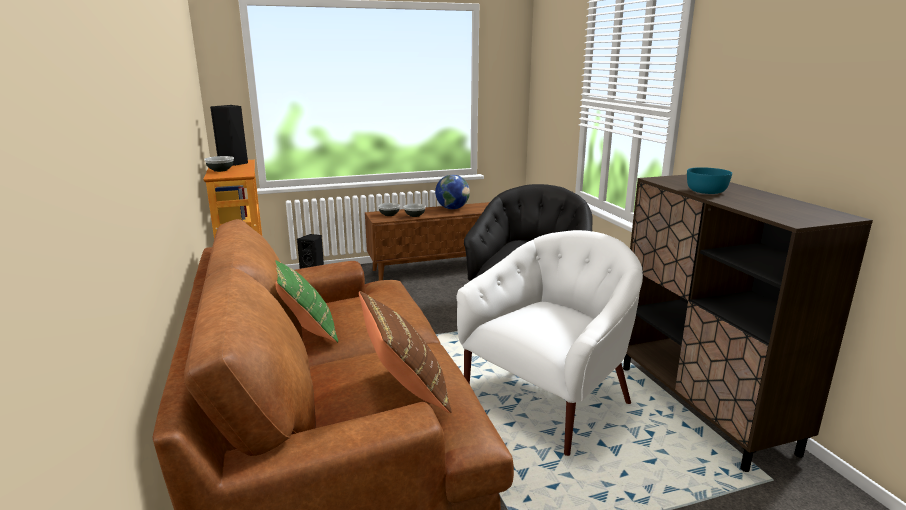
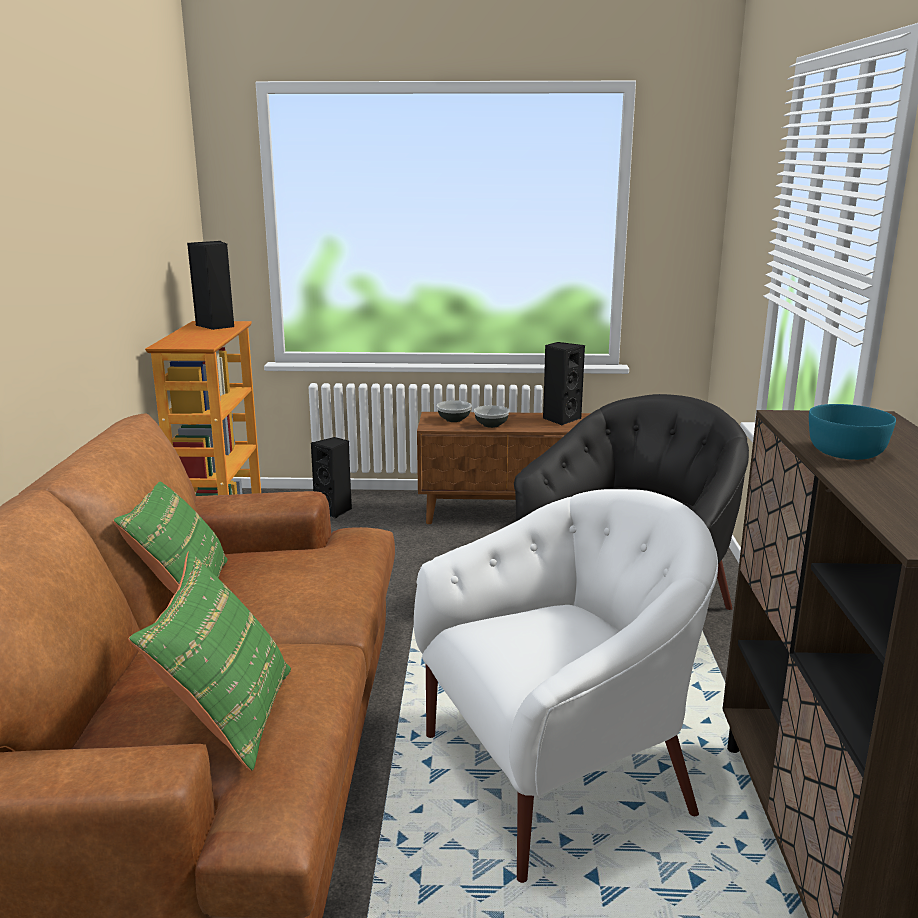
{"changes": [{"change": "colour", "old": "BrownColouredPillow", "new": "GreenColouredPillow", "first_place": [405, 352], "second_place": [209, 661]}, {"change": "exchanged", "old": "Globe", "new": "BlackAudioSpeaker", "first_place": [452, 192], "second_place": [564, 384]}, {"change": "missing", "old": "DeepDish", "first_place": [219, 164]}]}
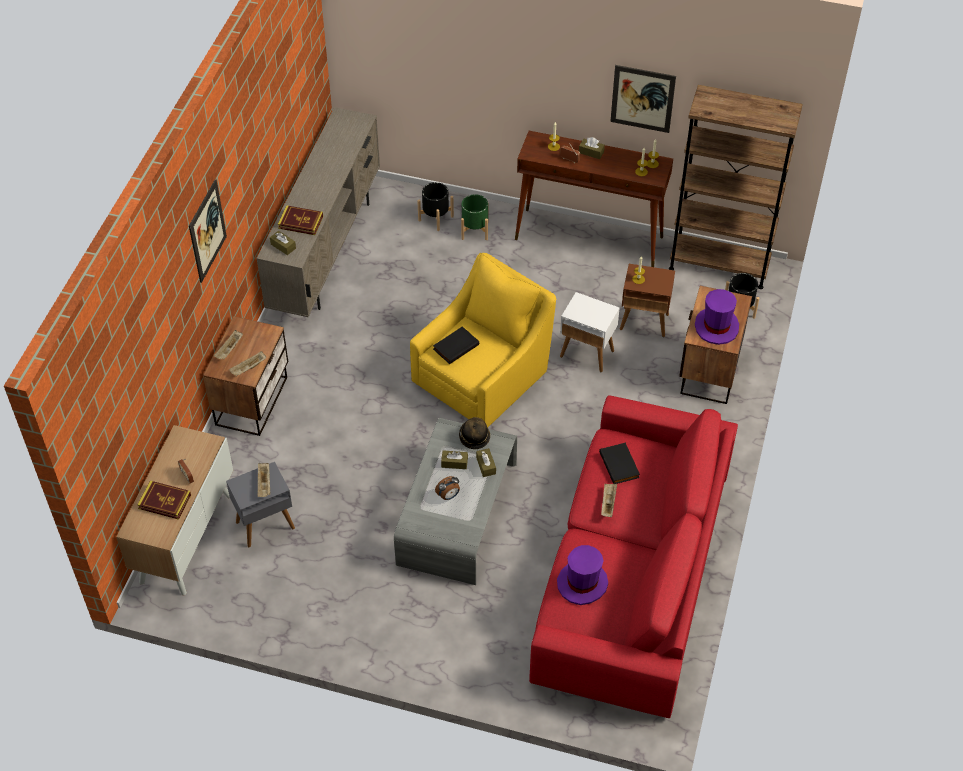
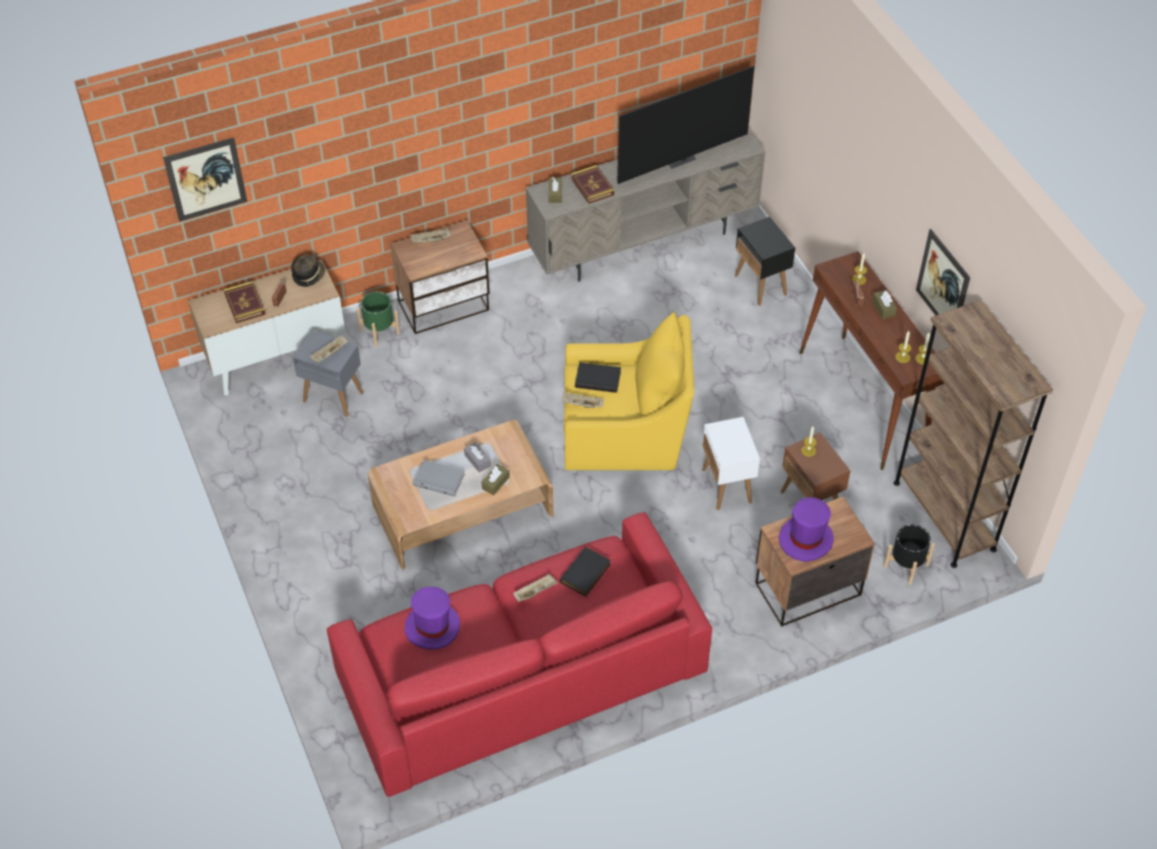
{"changes": [{"change": "relocated", "old": "WallPicture", "first_place": [208, 231], "second_place": [205, 179]}, {"change": "relocated", "old": "WearableHat", "first_place": [474, 433], "second_place": [308, 271]}, {"change": "relocated", "old": "GreenColouredFlowerPot", "first_place": [475, 217], "second_place": [378, 319]}, {"change": "colour", "old": "GreyishLoungeTable", "new": "BrownColouredLoungeTable", "first_place": [455, 501], "second_place": [460, 495]}, {"change": "exchanged", "old": "TableClock", "new": "GreyishBoundBook", "first_place": [447, 488], "second_place": [439, 478]}, {"change": "colour", "old": "BrownColouredTissueHolder", "new": "GreyishTissueHolder", "first_place": [454, 459], "second_place": [477, 457]}, {"change": "relocated", "old": "BeigeColouredServingTray", "first_place": [247, 363], "second_place": [583, 400]}, {"change": "appeared", "new": "Television", "second_place": [686, 125]}, {"change": "exchanged", "old": "BlackFlowerPot", "new": "BlackEndTable", "first_place": [435, 206], "second_place": [765, 261]}]}
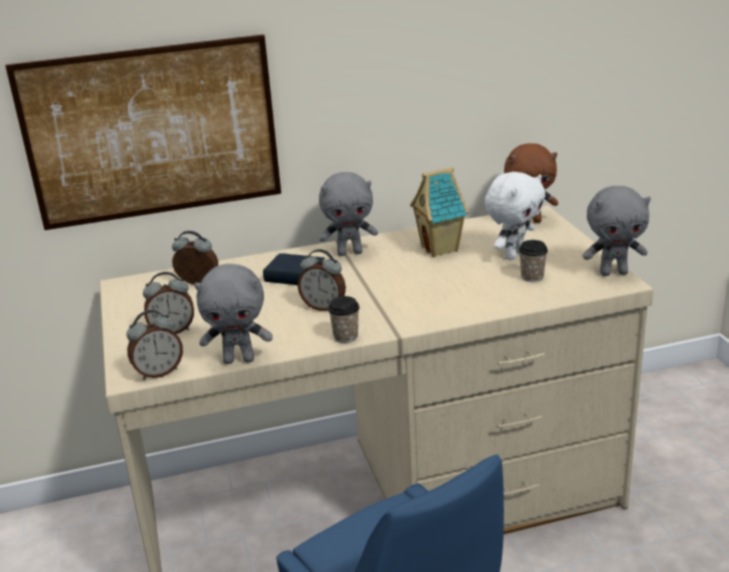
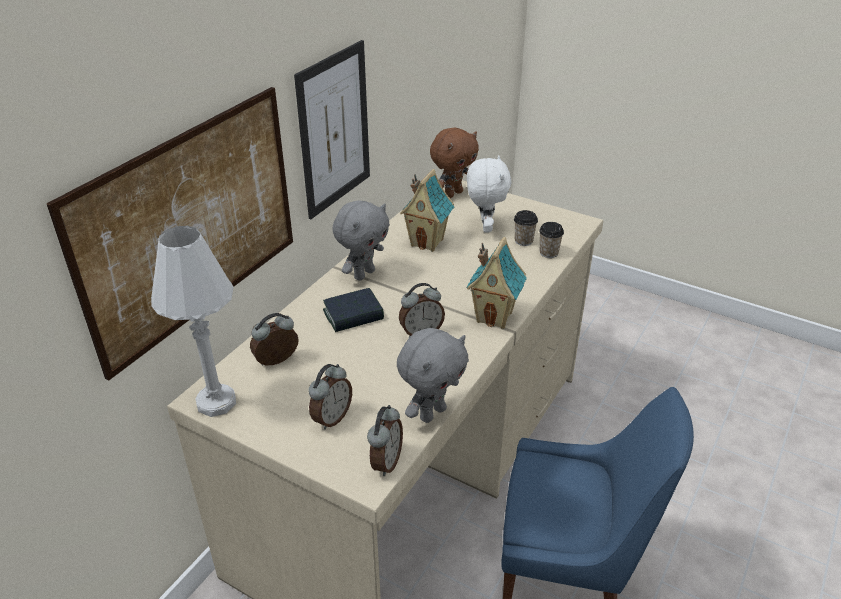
{"changes": [{"change": "appeared", "new": "WhiteColouredTabletopLamp", "second_place": [193, 321]}, {"change": "appeared", "new": "WallPicture", "second_place": [332, 129]}, {"change": "appeared", "new": "MiniatureHouse", "second_place": [496, 283]}, {"change": "relocated", "old": "Cup", "first_place": [344, 319], "second_place": [551, 240]}, {"change": "missing", "old": "GreyishCuddlyToy", "first_place": [616, 231]}]}
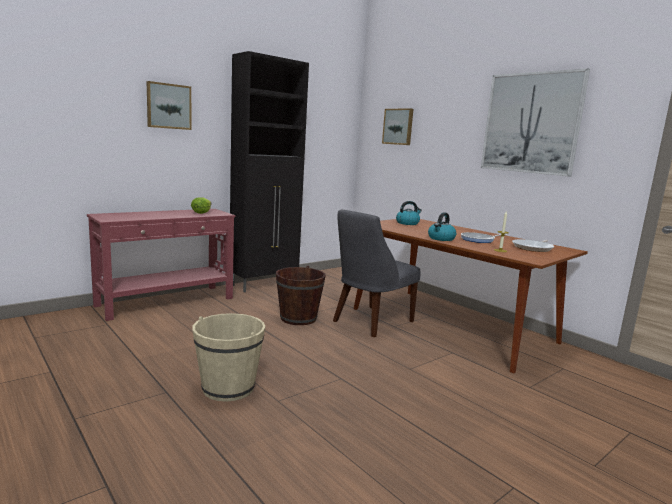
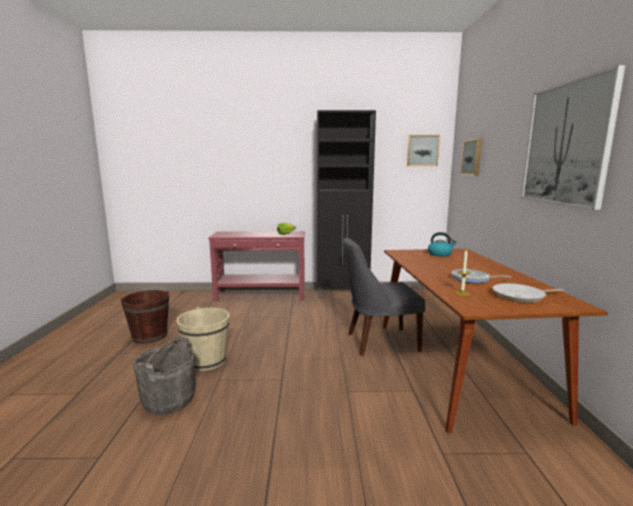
{"changes": [{"change": "relocated", "old": "BrownColouredPail", "first_place": [301, 295], "second_place": [145, 317]}, {"change": "appeared", "new": "GreyishPail", "second_place": [164, 375]}, {"change": "relocated", "old": "WallPicture", "first_place": [169, 105], "second_place": [423, 151]}, {"change": "missing", "old": "TeaKettle", "first_place": [442, 226]}]}
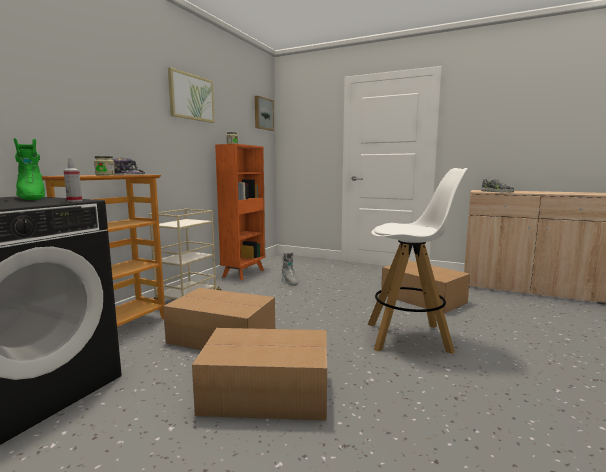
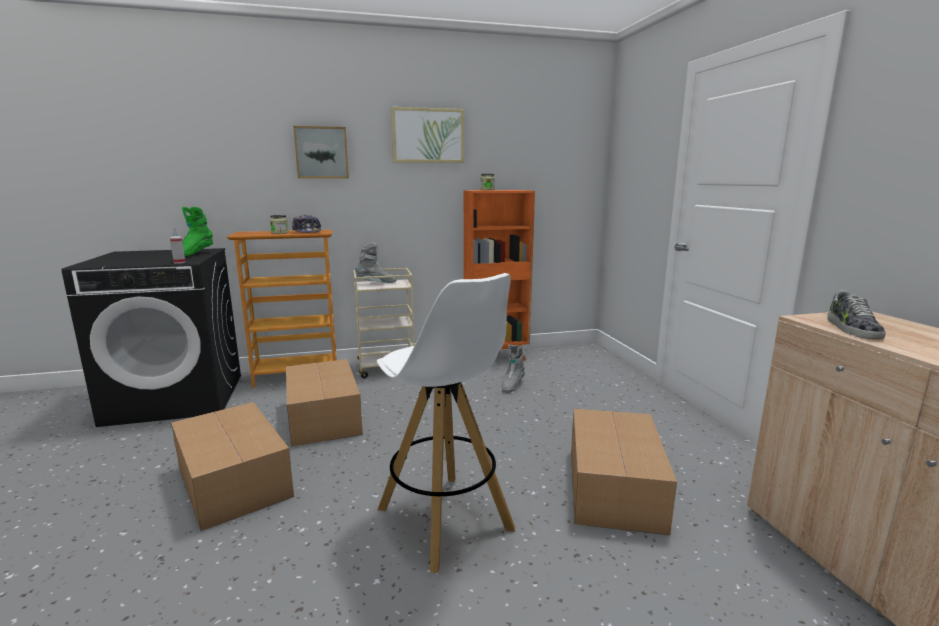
{"changes": [{"change": "relocated", "old": "WallPicture", "first_place": [264, 113], "second_place": [321, 152]}, {"change": "appeared", "new": "GreyishTallBoot", "second_place": [375, 263]}]}
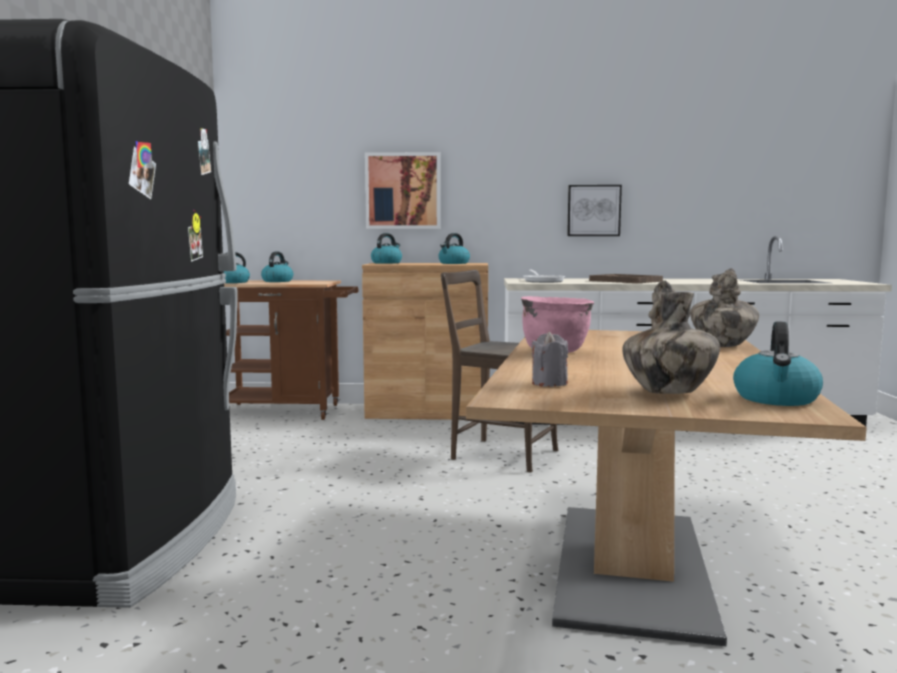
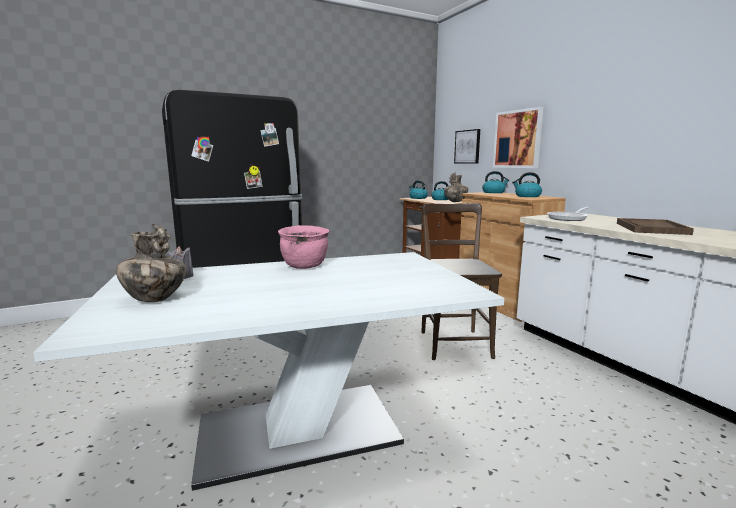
{"changes": [{"change": "colour", "old": "BrownColouredDiningTable", "new": "WhiteColouredDiningTable", "first_place": [666, 488], "second_place": [268, 371]}, {"change": "relocated", "old": "DecorativeVase", "first_place": [724, 307], "second_place": [456, 187]}, {"change": "relocated", "old": "WallPicture", "first_place": [594, 210], "second_place": [467, 146]}, {"change": "missing", "old": "TeaKettle", "first_place": [778, 363]}]}
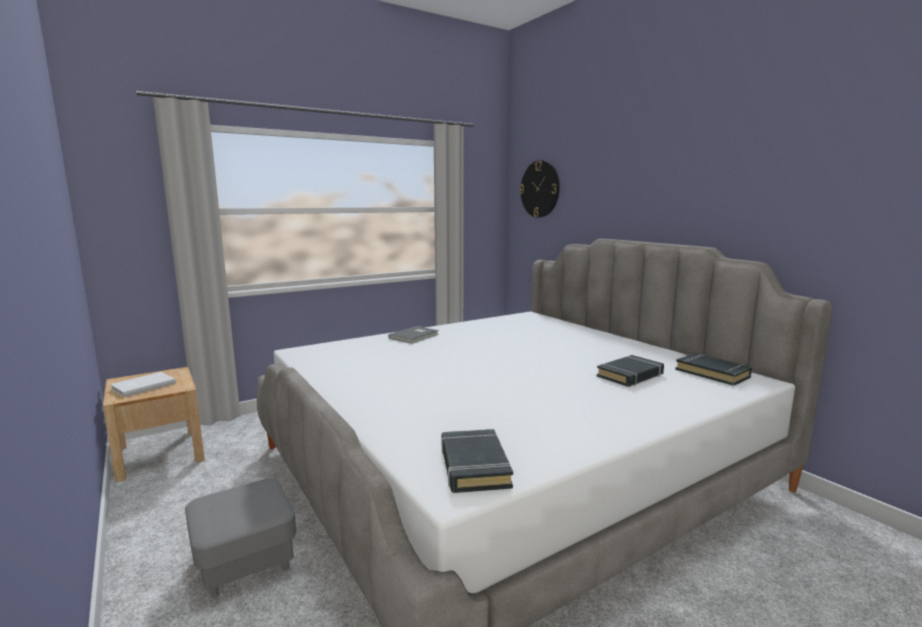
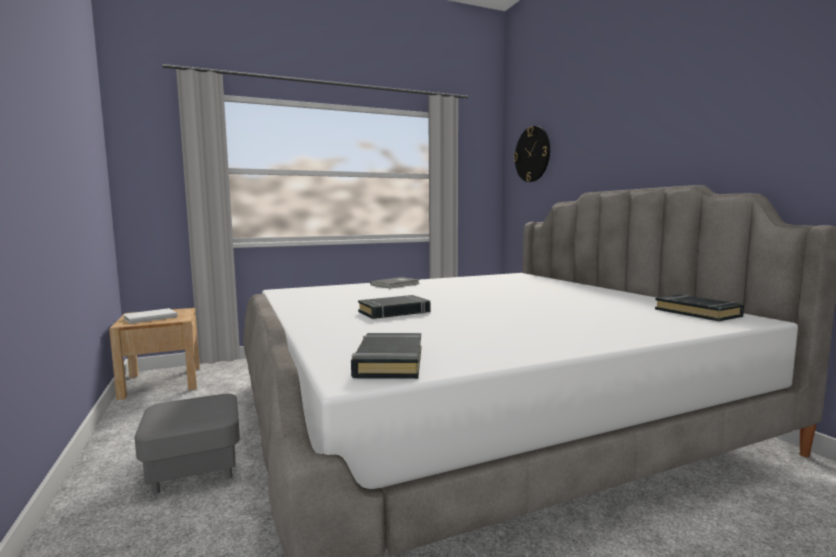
{"changes": [{"change": "relocated", "old": "BlackBoundBook", "first_place": [630, 371], "second_place": [394, 307]}]}
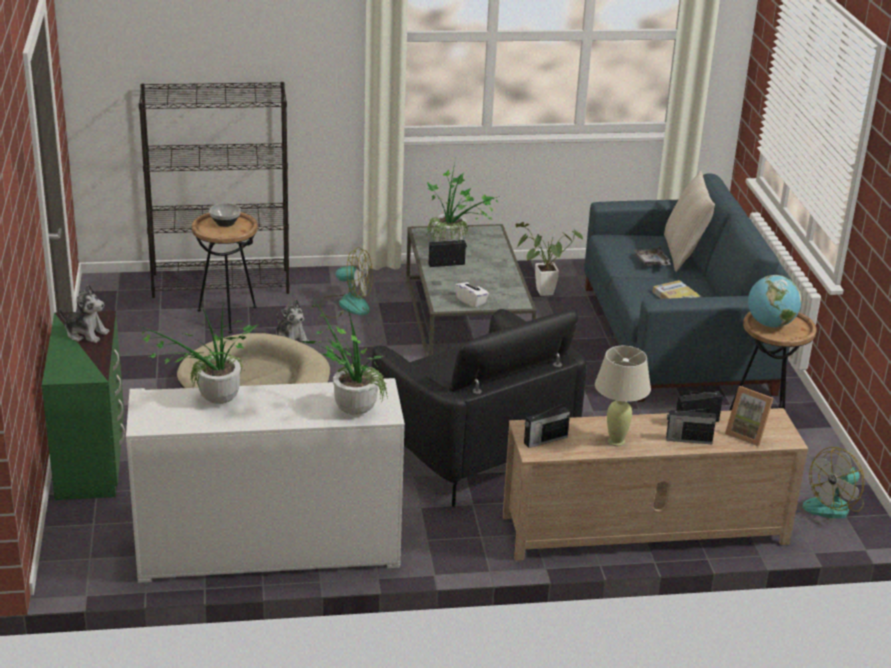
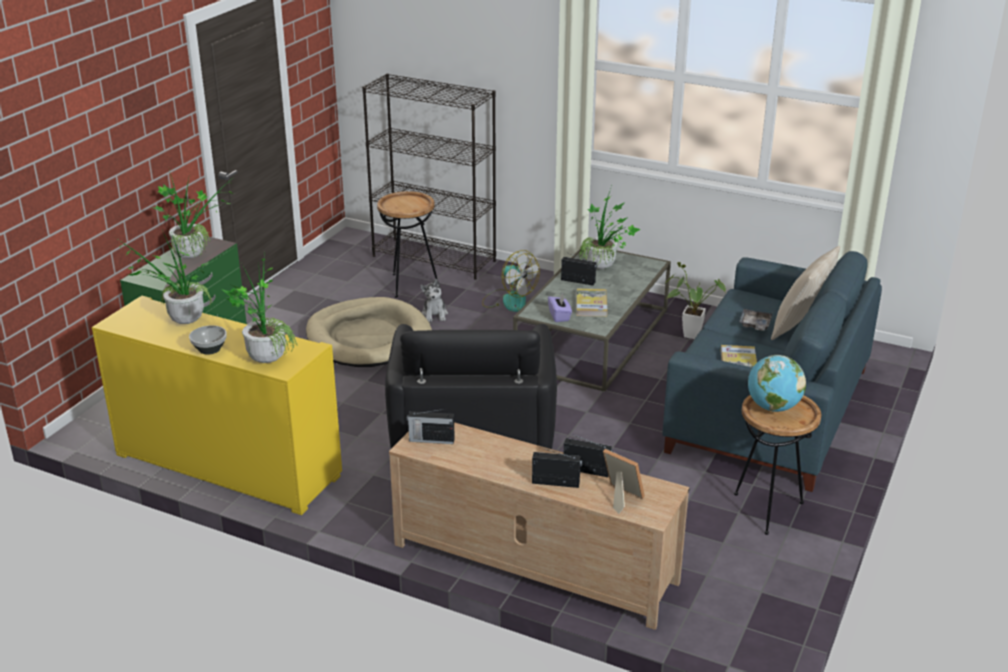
{"changes": [{"change": "colour", "old": "WhiteColouredCupboard", "new": "YellowCupboard", "first_place": [265, 480], "second_place": [217, 405]}, {"change": "exchanged", "old": "CuddlyToy", "new": "Houseplant", "first_place": [84, 313], "second_place": [193, 213]}, {"change": "relocated", "old": "DeepDish", "first_place": [225, 215], "second_place": [208, 340]}, {"change": "spun", "old": "RadioReceiver", "first_place": [691, 426], "second_place": [557, 468], "degrees": 150}, {"change": "colour", "old": "WhiteColouredTissueHolder", "new": "PurpleTissueHolder", "first_place": [472, 292], "second_place": [560, 308]}, {"change": "appeared", "new": "BoundBook", "second_place": [592, 303]}, {"change": "spun", "old": "PhotoFrame", "first_place": [749, 416], "second_place": [624, 481], "degrees": 150}, {"change": "missing", "old": "BeigeColouredTabletopLamp", "first_place": [623, 396]}, {"change": "missing", "old": "Fan", "first_place": [833, 483]}]}
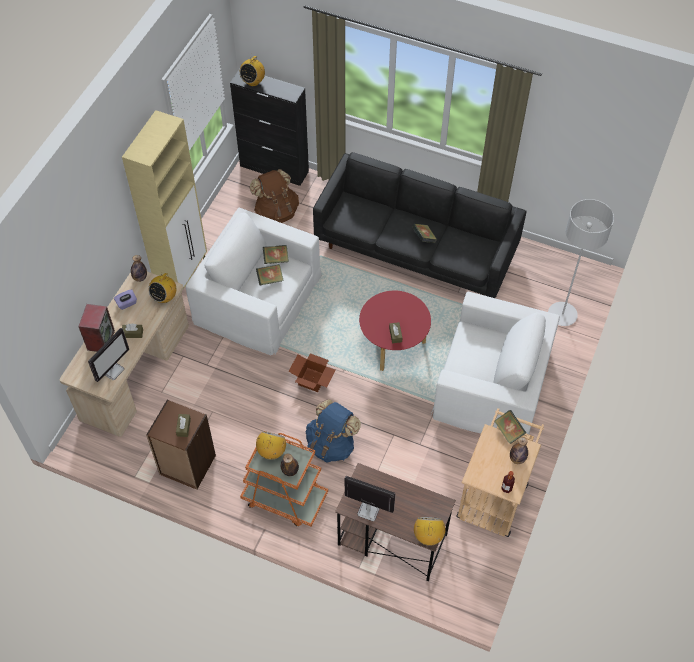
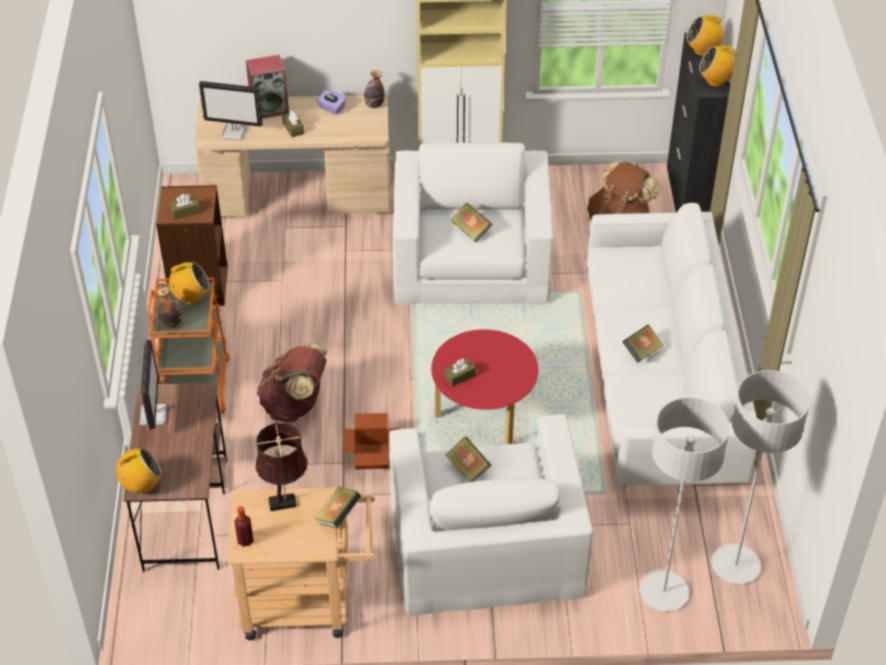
{"changes": [{"change": "appeared", "new": "BrownColouredTabletopLamp", "second_place": [281, 467]}, {"change": "colour", "old": "BluishKnapsack", "new": "BrownColouredKnapsack", "first_place": [333, 431], "second_place": [292, 382]}, {"change": "relocated", "old": "CardboardBox", "first_place": [312, 372], "second_place": [371, 441]}, {"change": "relocated", "old": "BoundBook", "first_place": [276, 254], "second_place": [468, 459]}, {"change": "colour", "old": "BlackSofa", "new": "WhiteColouredSofa", "first_place": [420, 225], "second_place": [672, 344]}, {"change": "relocated", "old": "RadioReceiver", "first_place": [162, 286], "second_place": [717, 66]}, {"change": "appeared", "new": "GreyishFloorLamp", "second_place": [761, 477]}, {"change": "missing", "old": "BeverageBottle", "first_place": [519, 450]}]}
